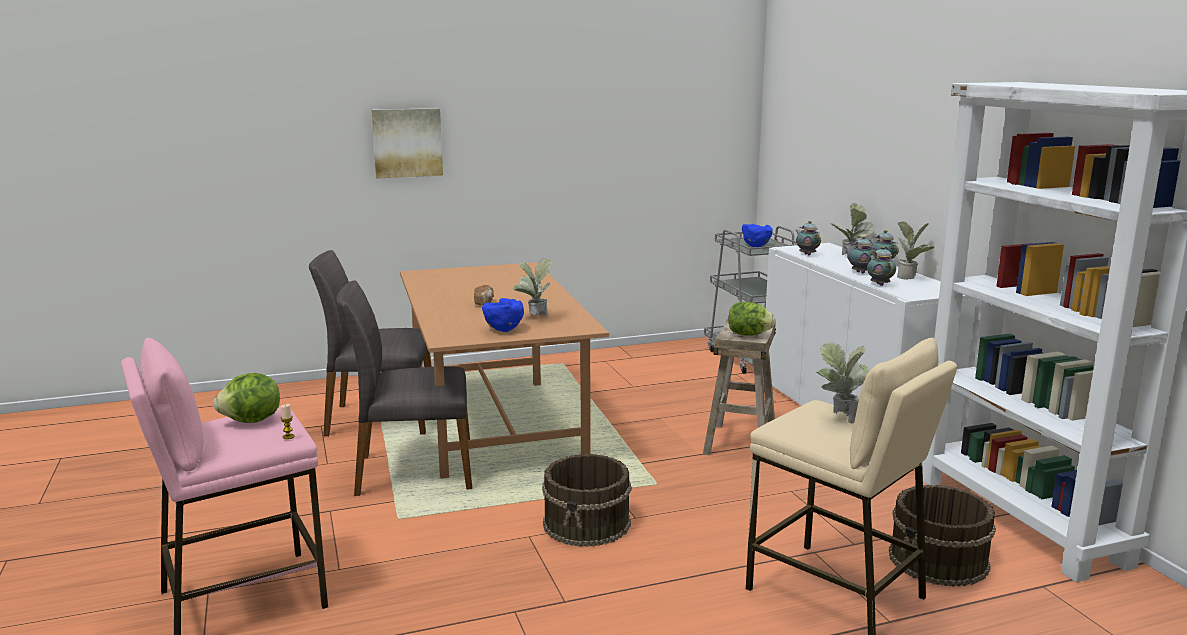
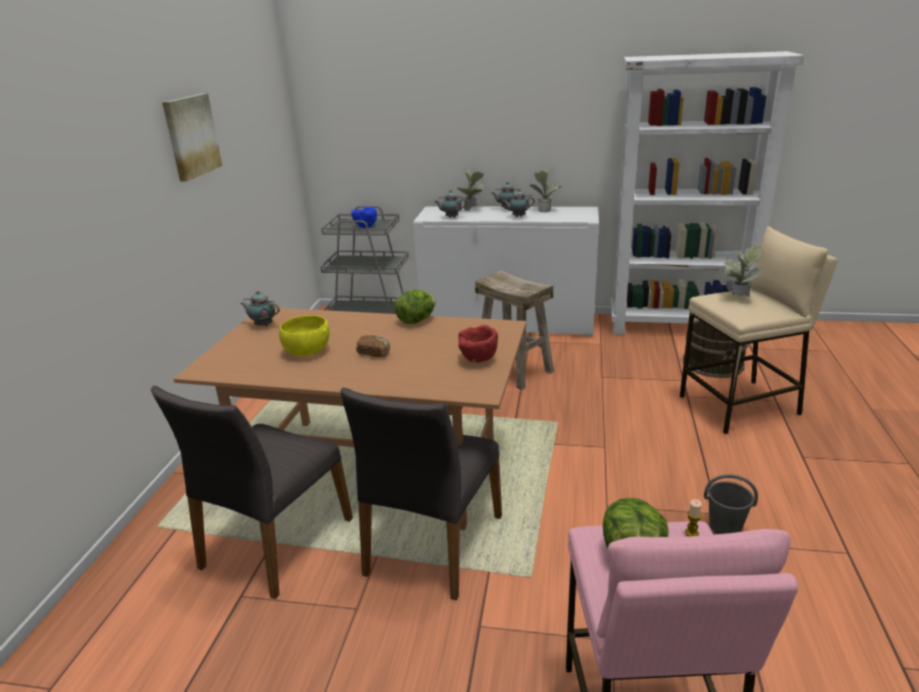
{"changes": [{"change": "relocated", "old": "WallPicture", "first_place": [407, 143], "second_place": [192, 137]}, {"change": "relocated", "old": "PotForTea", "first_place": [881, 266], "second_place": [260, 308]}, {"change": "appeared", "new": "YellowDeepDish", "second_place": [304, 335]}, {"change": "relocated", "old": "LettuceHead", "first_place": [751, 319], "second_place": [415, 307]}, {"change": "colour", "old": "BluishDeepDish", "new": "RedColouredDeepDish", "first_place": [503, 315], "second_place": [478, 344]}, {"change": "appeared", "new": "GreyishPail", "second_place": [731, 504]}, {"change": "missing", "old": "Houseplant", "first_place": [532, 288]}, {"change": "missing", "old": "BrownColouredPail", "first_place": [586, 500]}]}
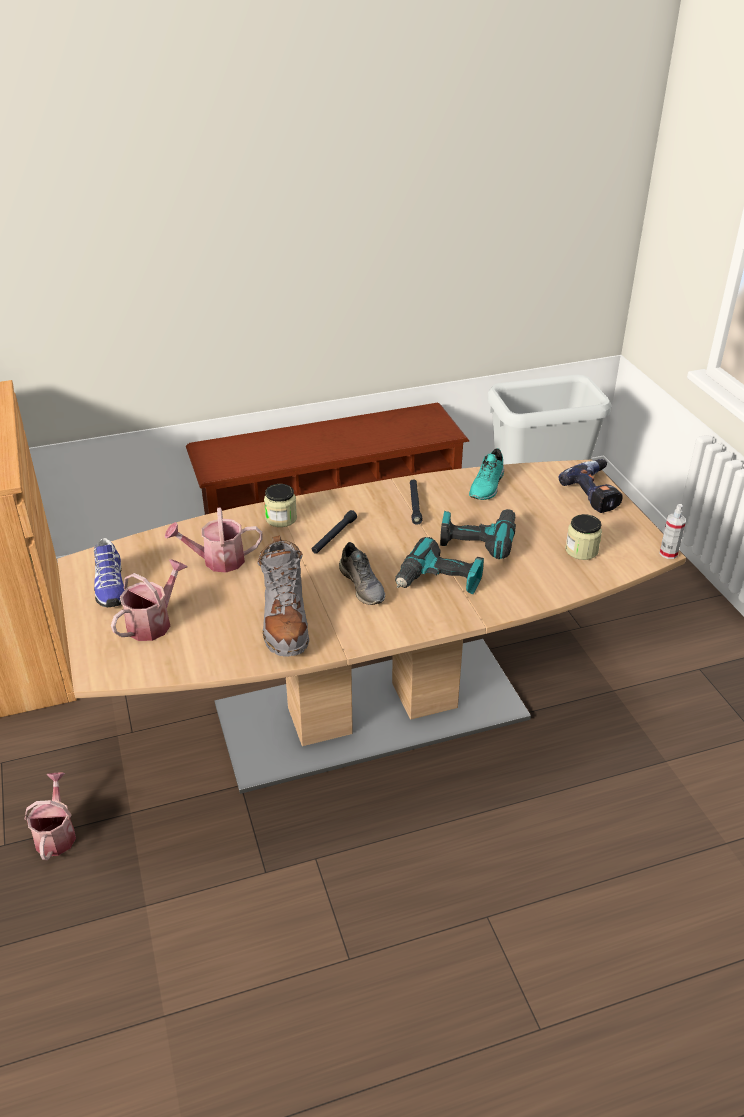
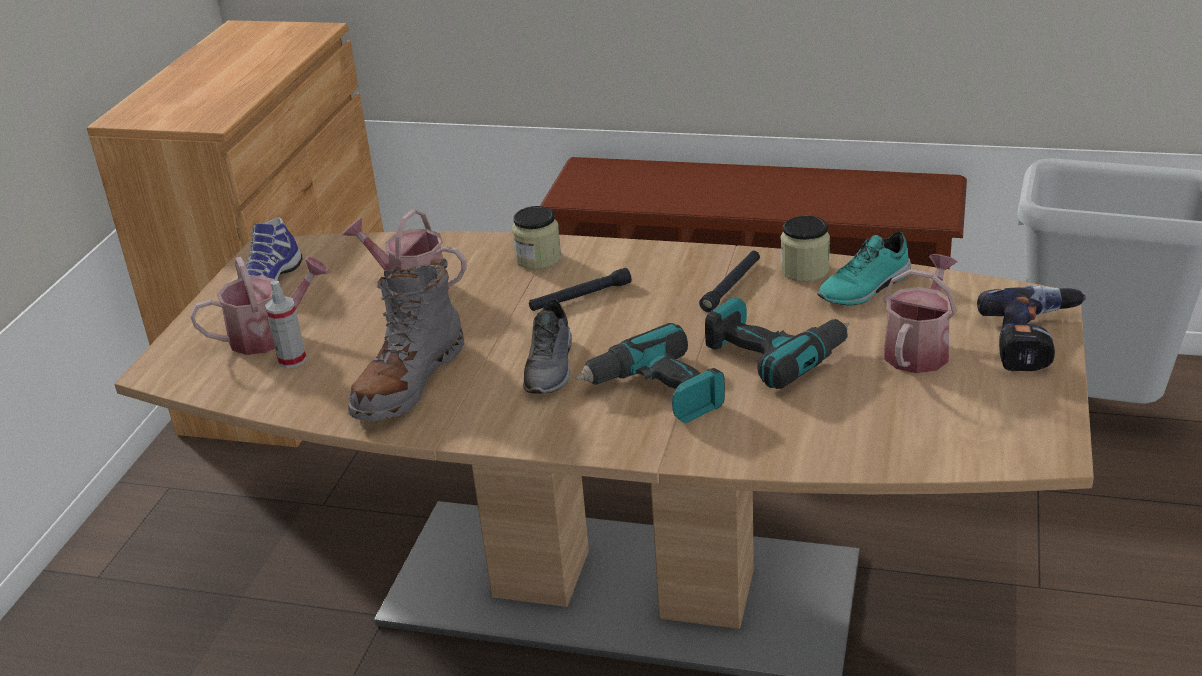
{"changes": [{"change": "relocated", "old": "SprayBottle", "first_place": [673, 531], "second_place": [286, 324]}, {"change": "relocated", "old": "Jar", "first_place": [583, 537], "second_place": [805, 249]}, {"change": "relocated", "old": "WateringPot", "first_place": [50, 816], "second_place": [920, 313]}]}
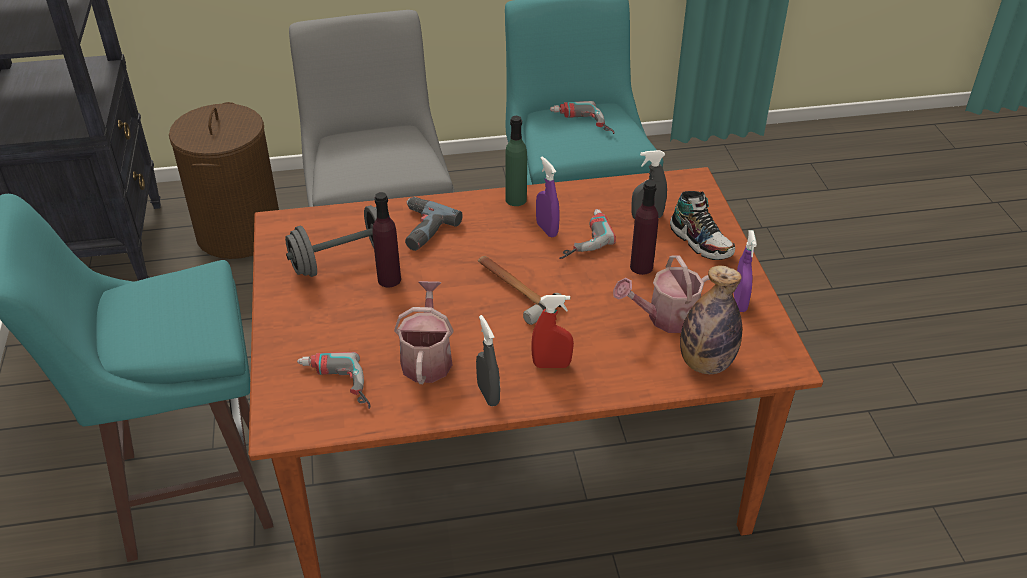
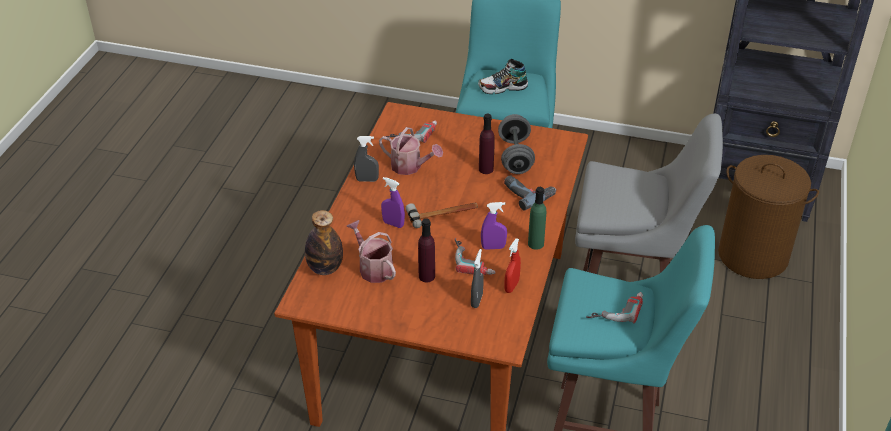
{"changes": [{"change": "spun", "old": "WateringPot", "first_place": [661, 294], "second_place": [371, 251], "degrees": -45}, {"change": "relocated", "old": "PurpleSprayBottle", "first_place": [745, 271], "second_place": [393, 202]}, {"change": "relocated", "old": "Shoe", "first_place": [702, 225], "second_place": [503, 76]}, {"change": "relocated", "old": "RedColouredSprayBottle", "first_place": [552, 331], "second_place": [512, 265]}]}
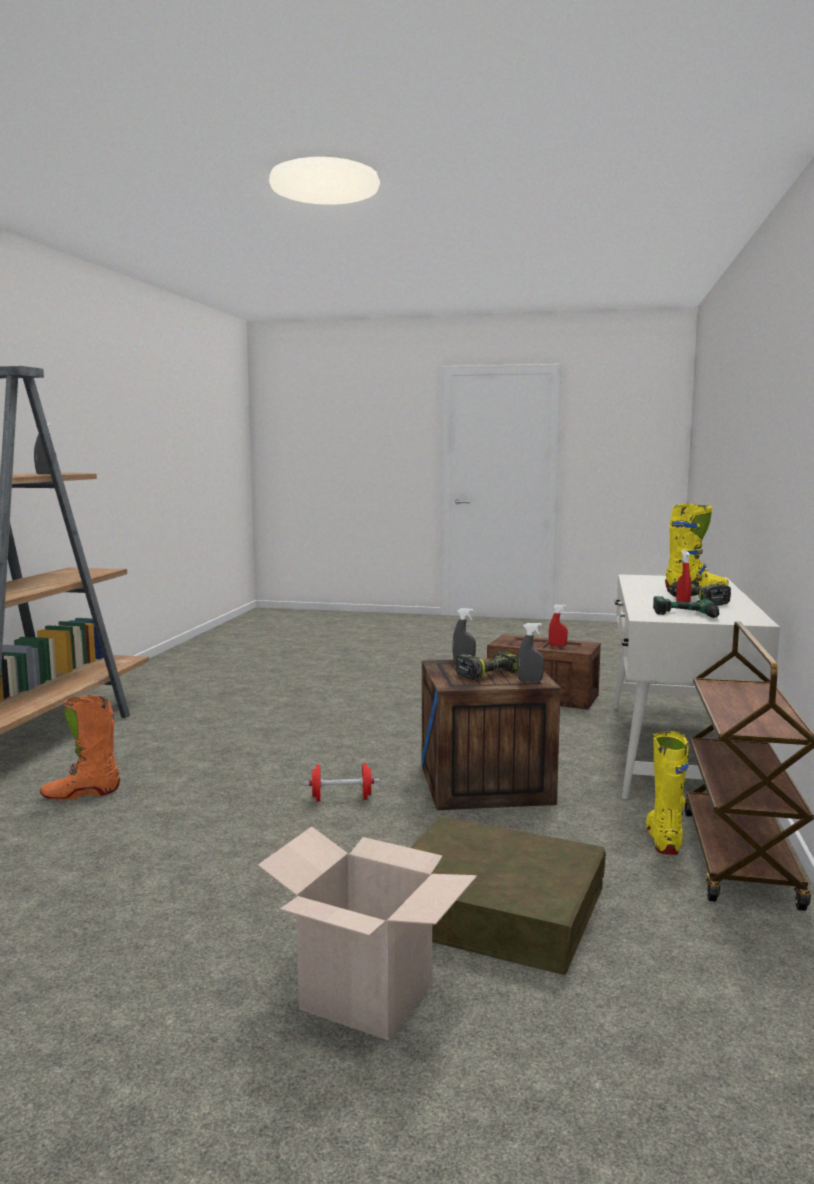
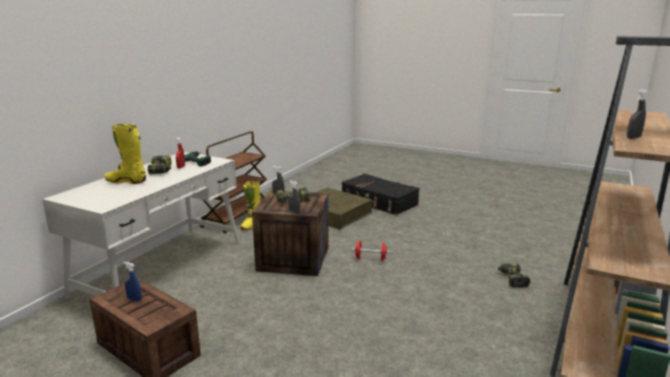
{"changes": [{"change": "colour", "old": "RedColouredSprayBottle", "new": "BluishSprayBottle", "first_place": [558, 625], "second_place": [132, 281]}, {"change": "exchanged", "old": "CardboardBox", "new": "BlackTravelCase", "first_place": [367, 934], "second_place": [381, 194]}, {"change": "exchanged", "old": "OrangeColouredTallBoot", "new": "Drill", "first_place": [80, 747], "second_place": [514, 275]}]}
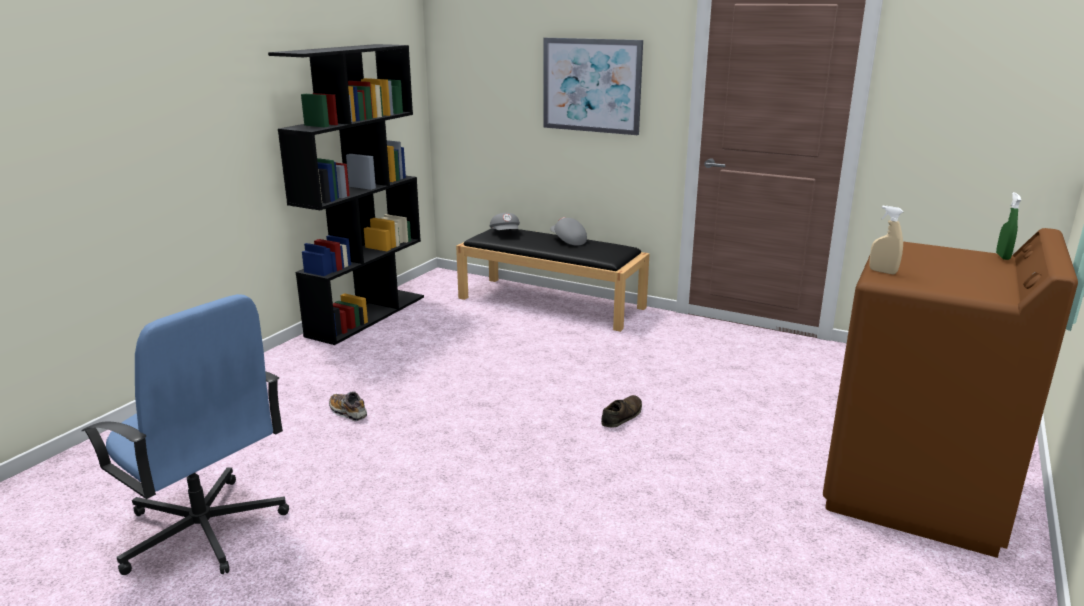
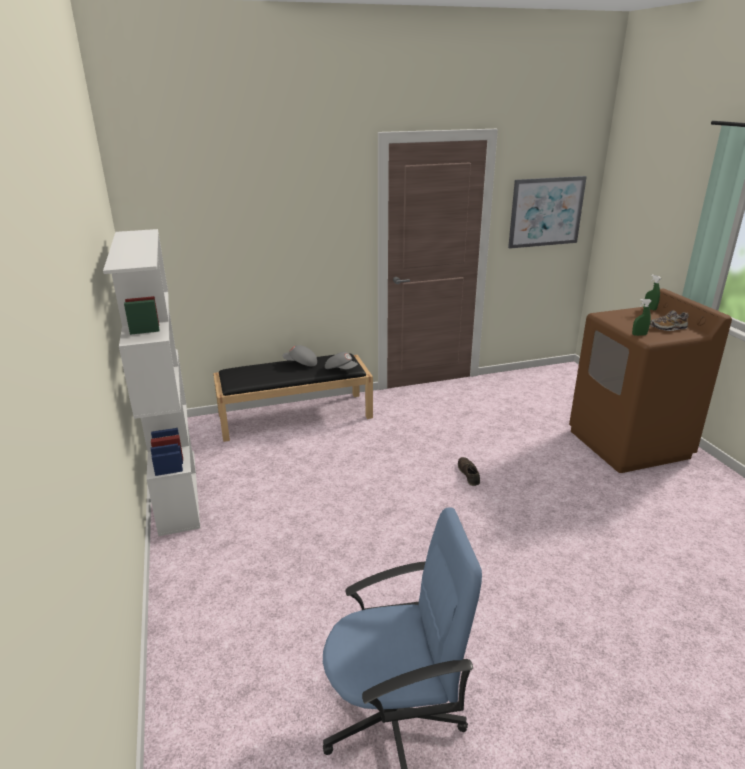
{"changes": [{"change": "colour", "old": "BlackShelvingUnit", "new": "WhiteColouredShelvingUnit", "first_place": [346, 194], "second_place": [151, 382]}, {"change": "relocated", "old": "GreyishBaseballCap", "first_place": [505, 221], "second_place": [341, 360]}, {"change": "relocated", "old": "WallPicture", "first_place": [593, 86], "second_place": [547, 212]}, {"change": "colour", "old": "BeigeColouredSprayBottle", "new": "GreenColouredSprayBottle", "first_place": [886, 239], "second_place": [641, 317]}, {"change": "relocated", "old": "Shoe", "first_place": [348, 406], "second_place": [669, 320]}]}
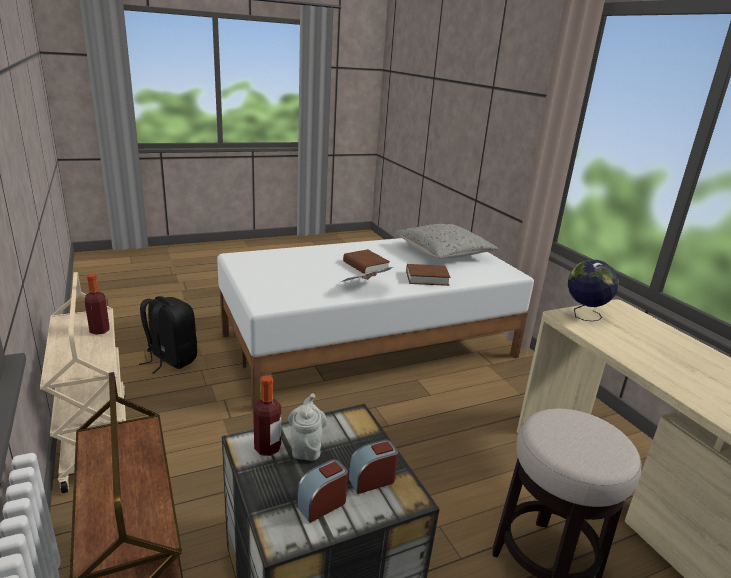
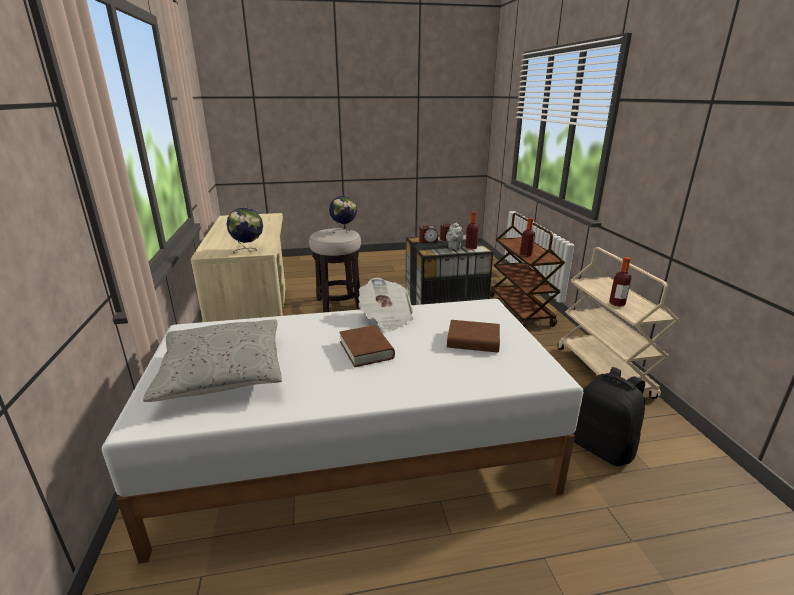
{"changes": [{"change": "appeared", "new": "Globe", "second_place": [343, 214]}, {"change": "relocated", "old": "BrownColouredBoundBook", "first_place": [428, 275], "second_place": [473, 336]}, {"change": "appeared", "new": "BeverageBottle", "second_place": [527, 237]}]}
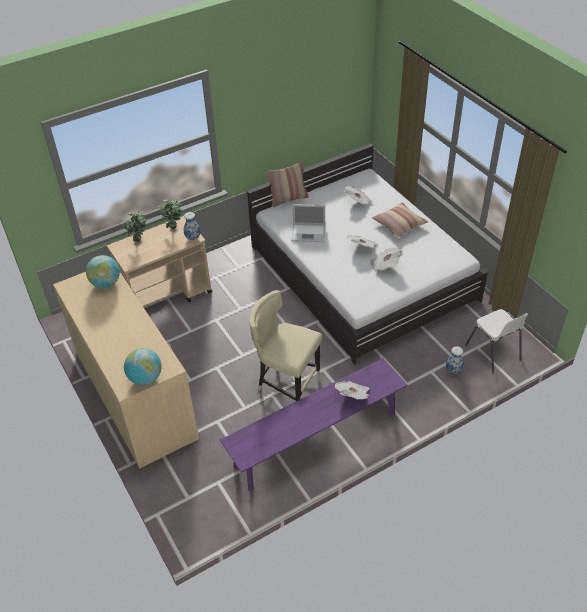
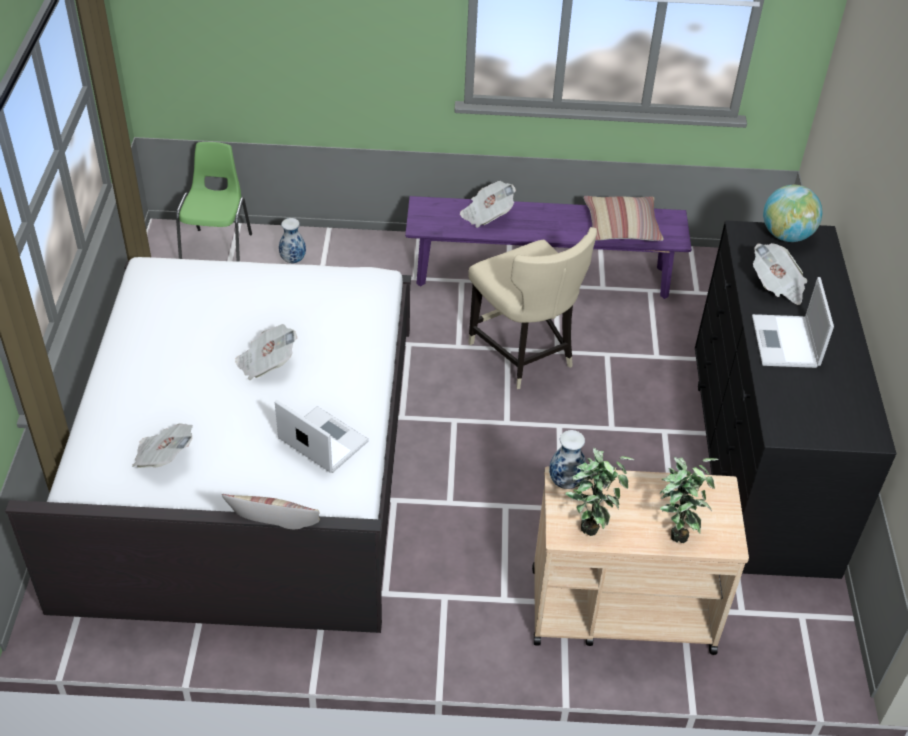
{"changes": [{"change": "colour", "old": "WhiteColouredUprightChair", "new": "GreenColouredUprightChair", "first_place": [496, 341], "second_place": [214, 202]}, {"change": "relocated", "old": "Pillow", "first_place": [400, 220], "second_place": [624, 218]}, {"change": "colour", "old": "BeigeColouredDresser", "new": "BlackDresser", "first_place": [126, 370], "second_place": [796, 400]}, {"change": "appeared", "new": "NotebookComputer", "second_place": [793, 322]}, {"change": "relocated", "old": "Newspaper", "first_place": [386, 259], "second_place": [780, 274]}, {"change": "missing", "old": "Globe", "first_place": [103, 271]}]}
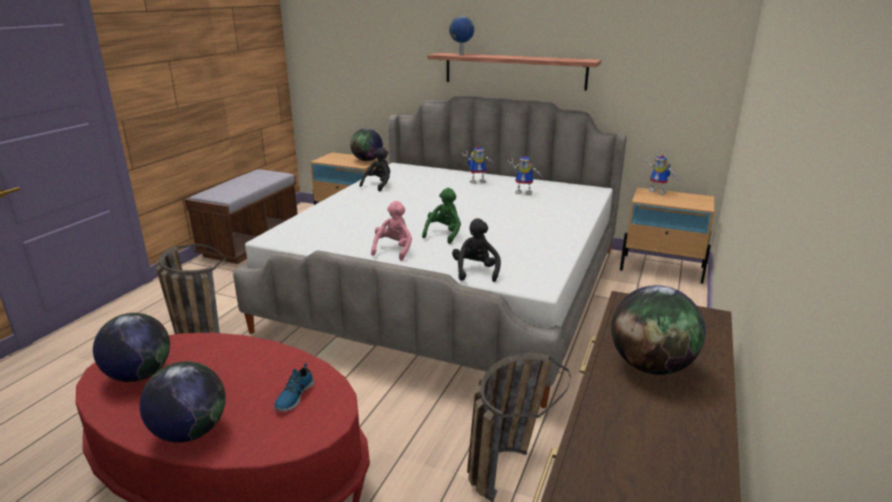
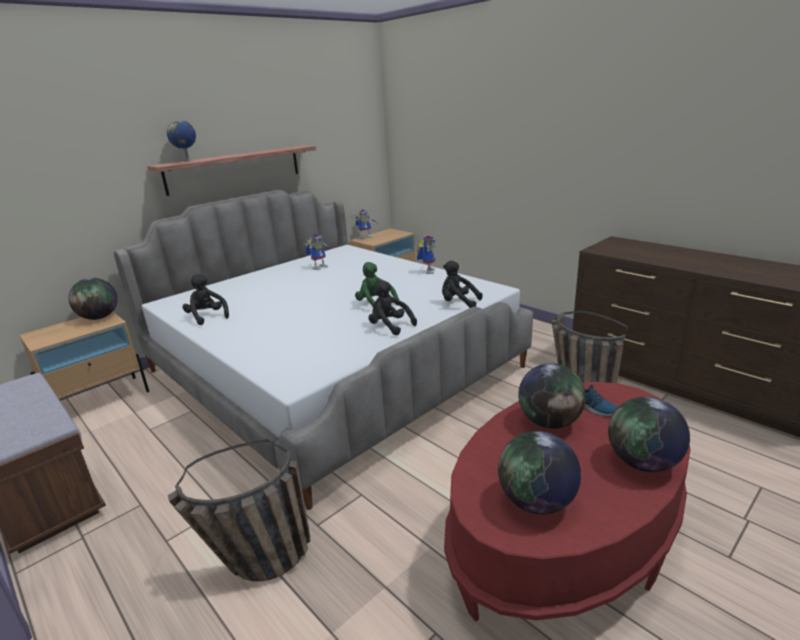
{"changes": [{"change": "colour", "old": "PinkishCuddlyToy", "new": "BlackCuddlyToy", "first_place": [391, 231], "second_place": [393, 307]}, {"change": "relocated", "old": "ToyRobot", "first_place": [479, 165], "second_place": [426, 255]}, {"change": "relocated", "old": "Globe", "first_place": [658, 330], "second_place": [552, 396]}]}
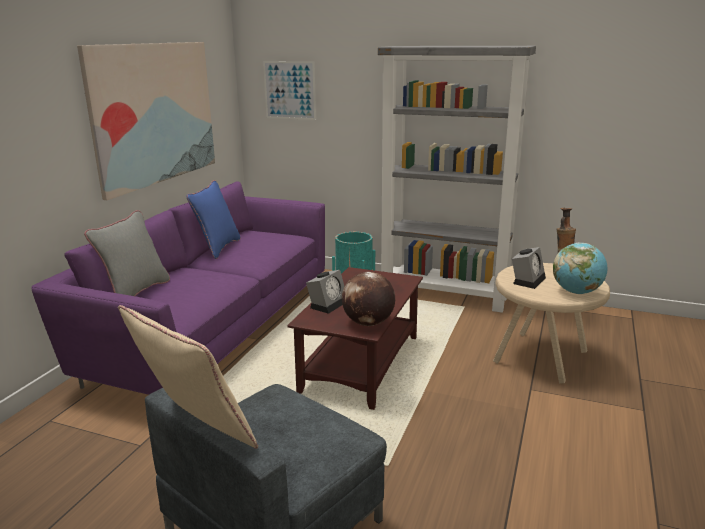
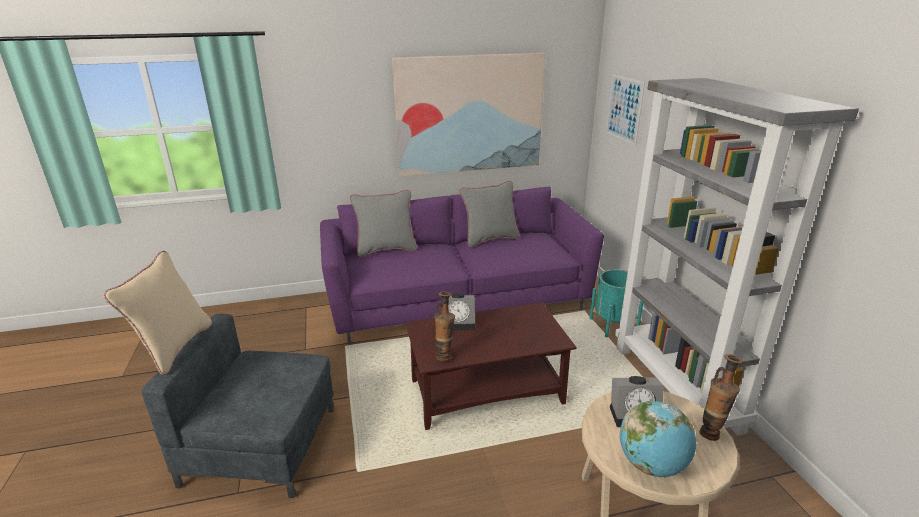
{"changes": [{"change": "exchanged", "old": "Globe", "new": "DecorativeVase", "first_place": [368, 299], "second_place": [444, 326]}, {"change": "colour", "old": "BluishPillow", "new": "GreyishPillow", "first_place": [213, 219], "second_place": [490, 214]}]}
